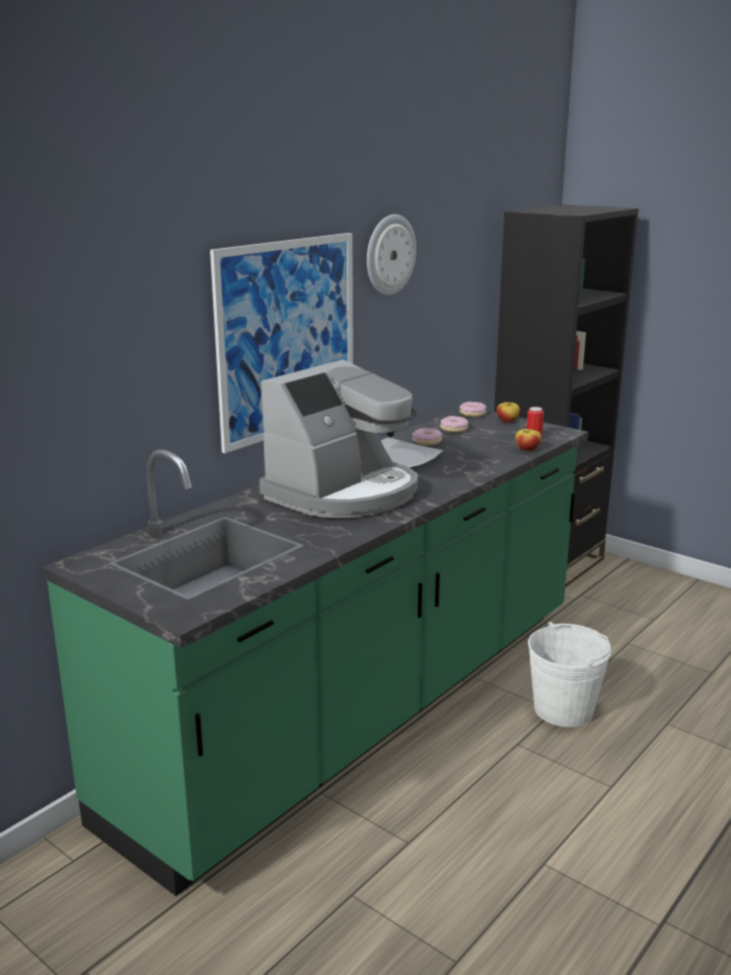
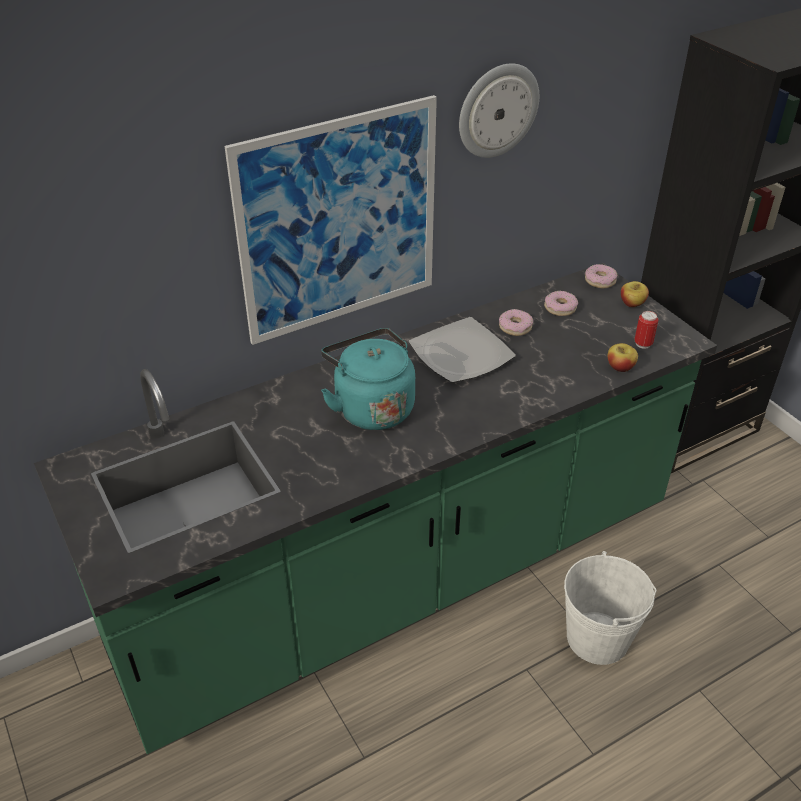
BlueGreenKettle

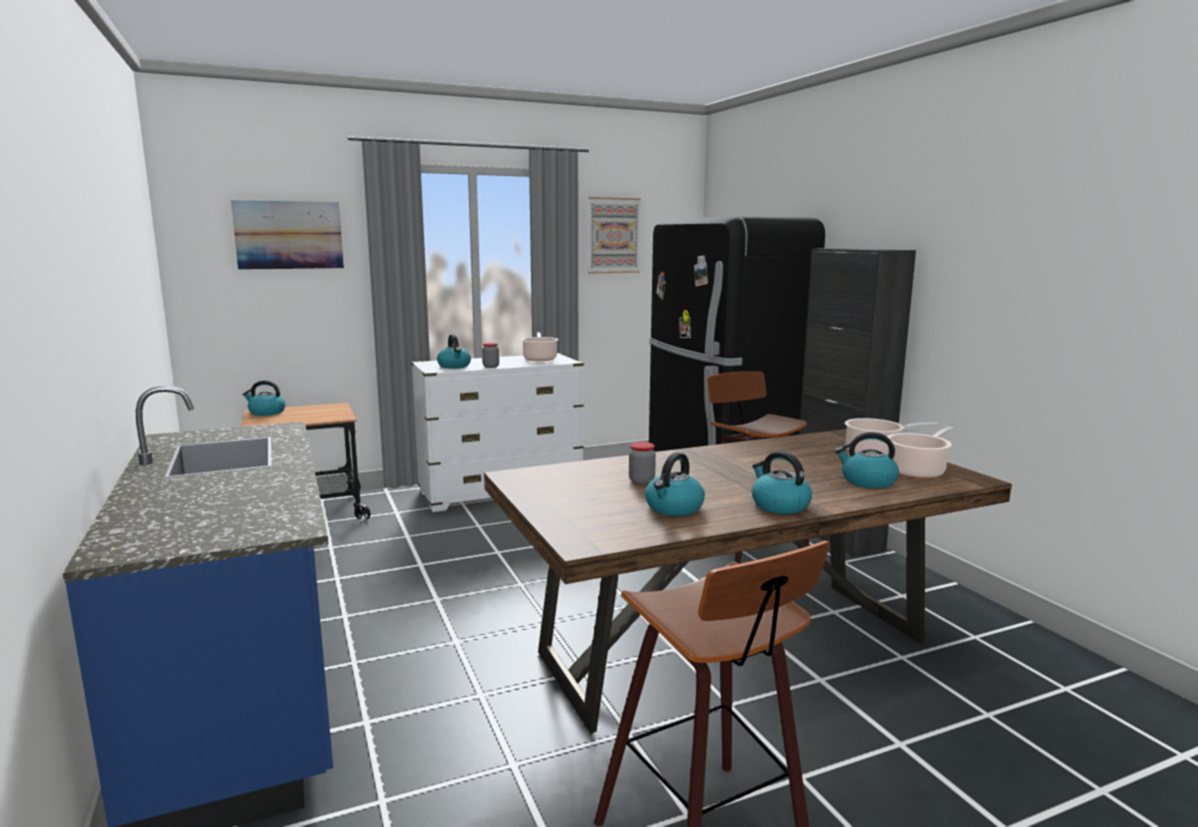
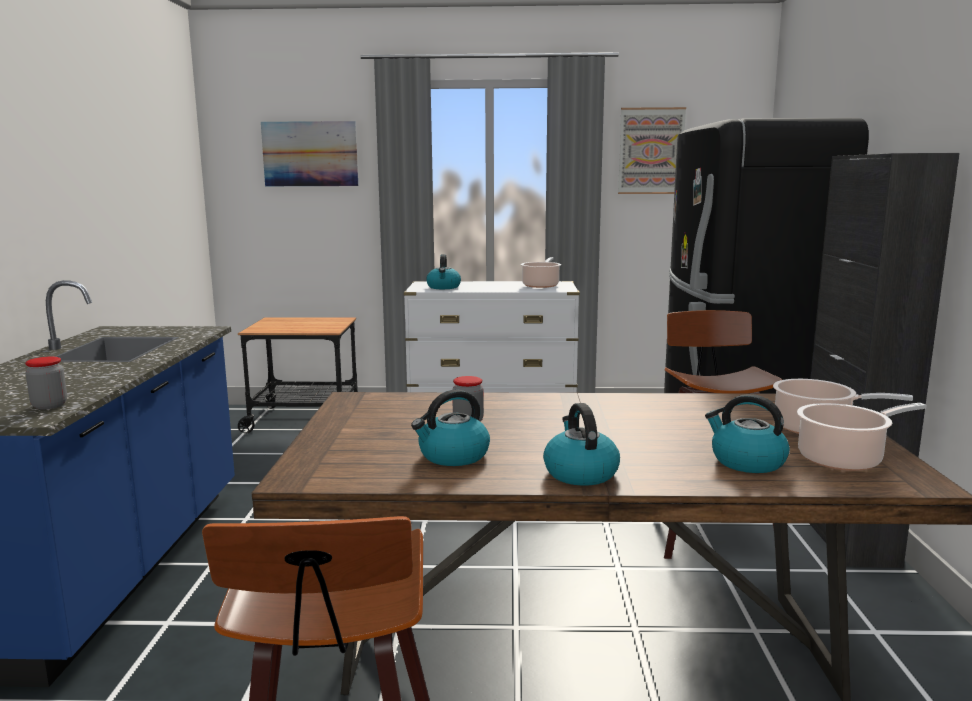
Kettle (1st from left in the first image); StorageJar (1st from left)

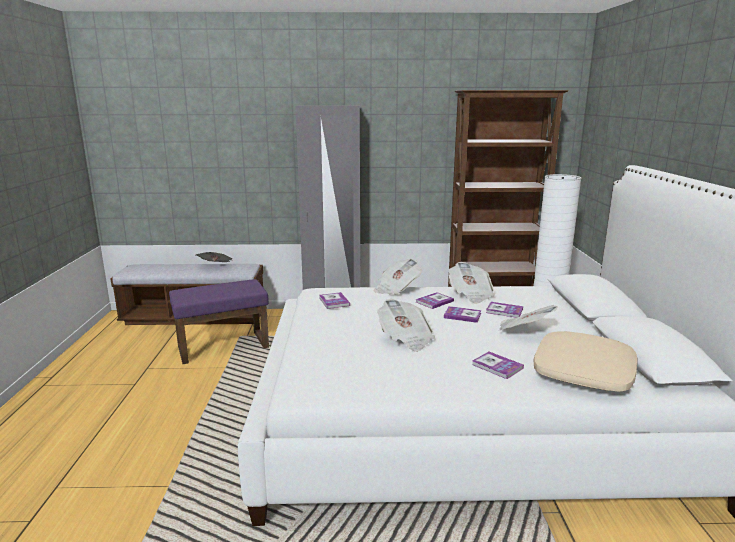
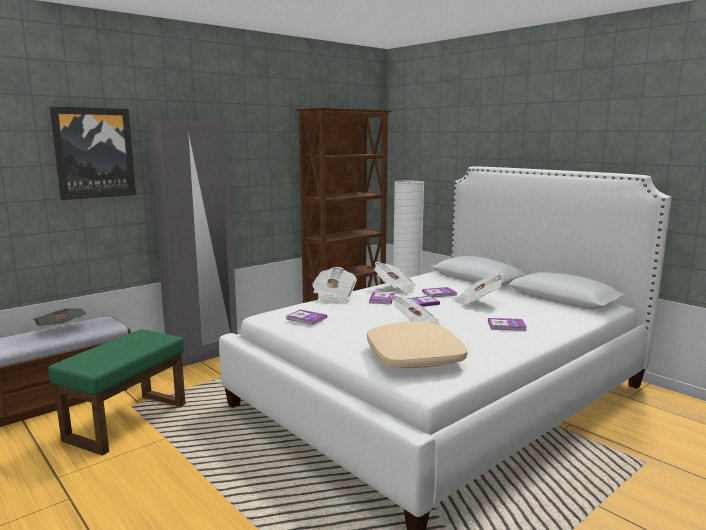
Picture; BeigeCushion; GreenFootrest

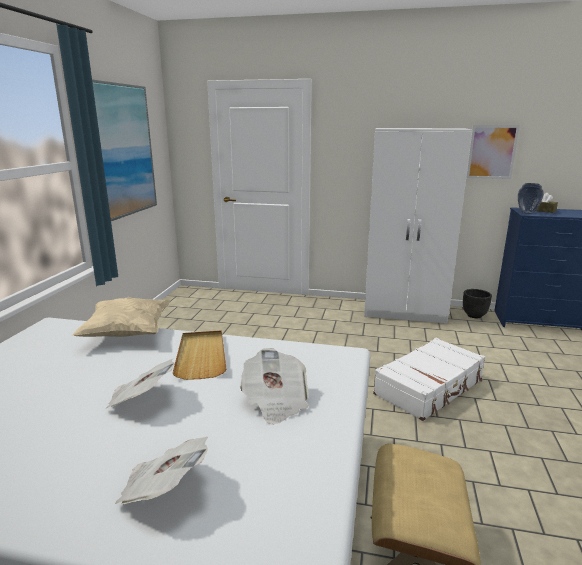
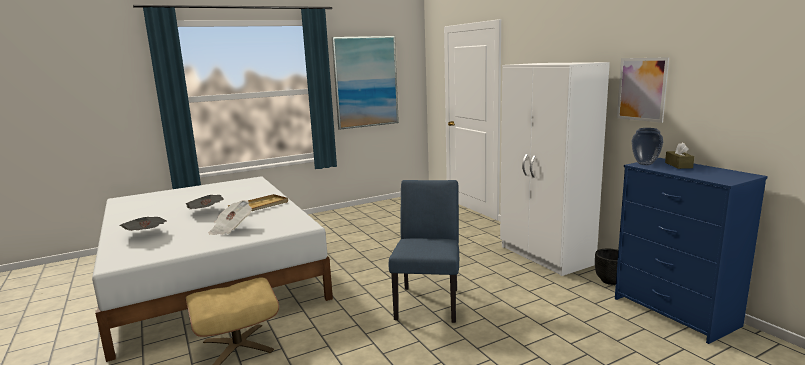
BeigeCushion; BluePlainChair

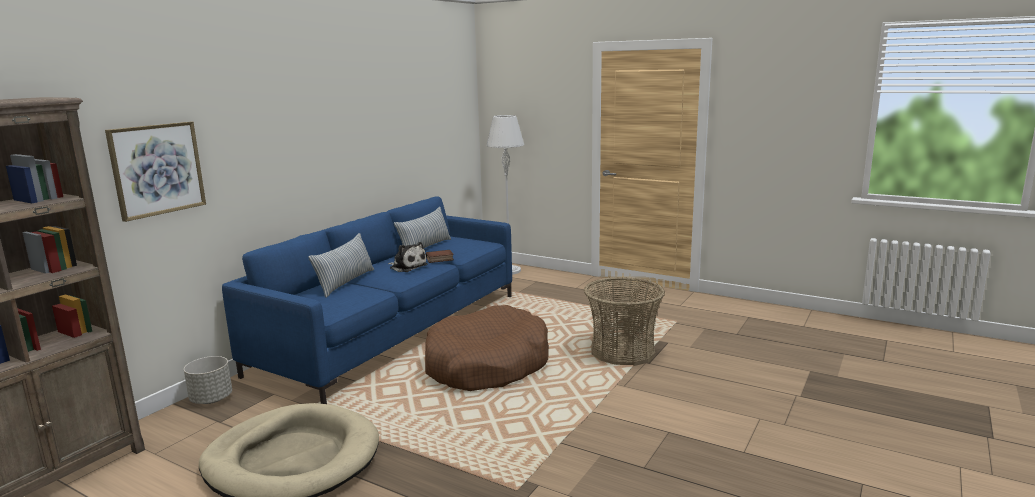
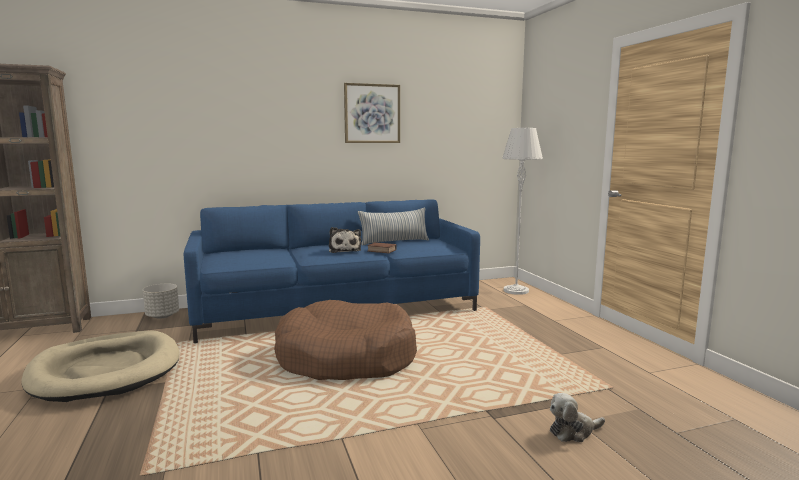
Cushion (1st from left in the first image); HouseholdBasket; PlushToy (2nd from left); Picture

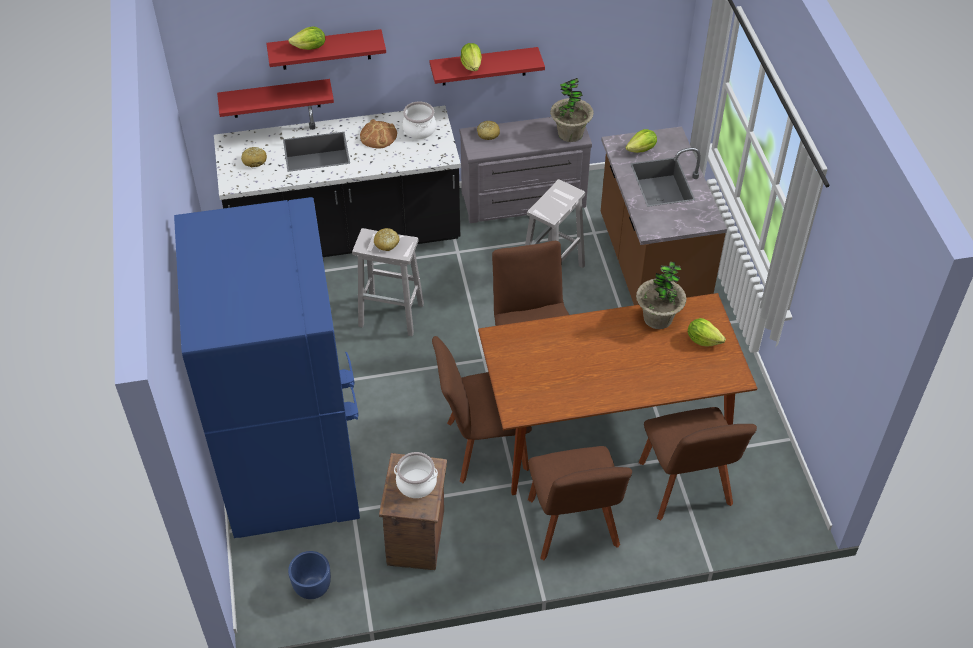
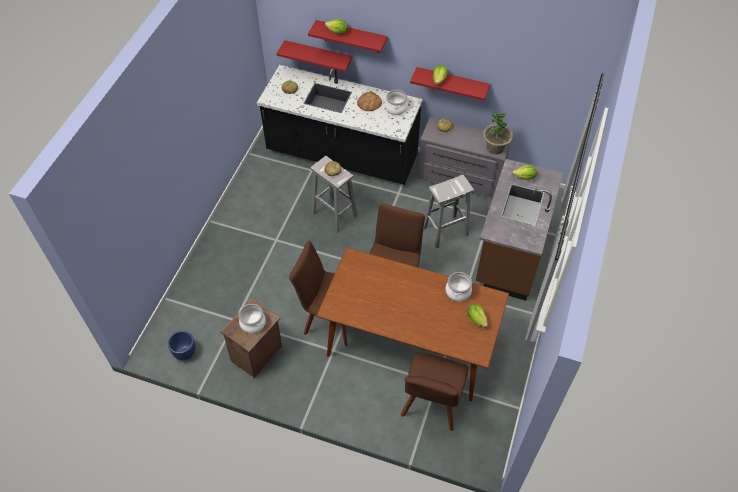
BlueRefrigerator; BrownPlainChair (3rd from left in the first image); Saucepot (3rd from left)

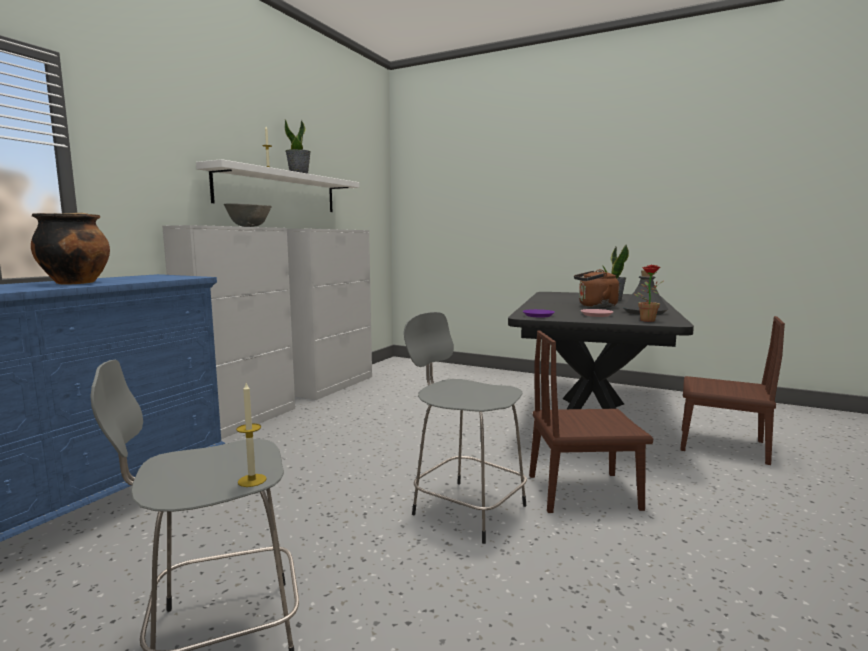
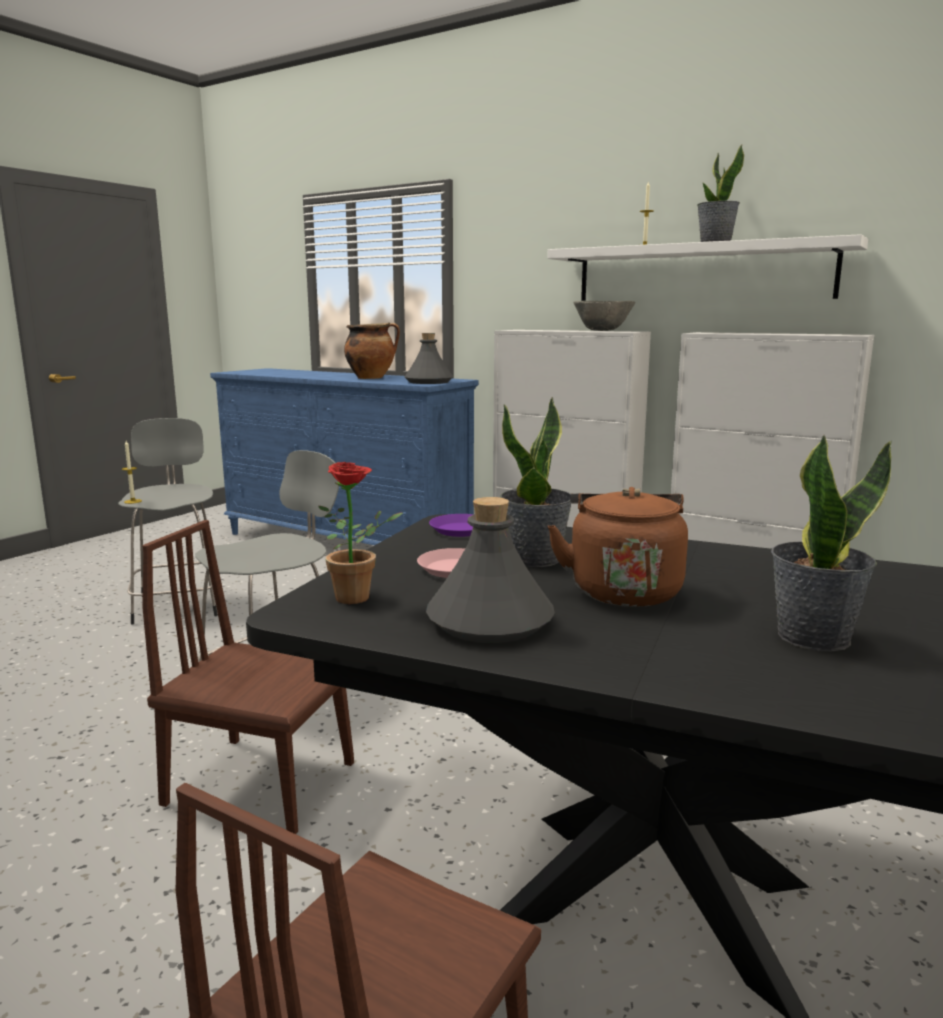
GrayDrinkBottle (1st from left); Houseplant (2nd from left); BrownPlainChair (1st from left)

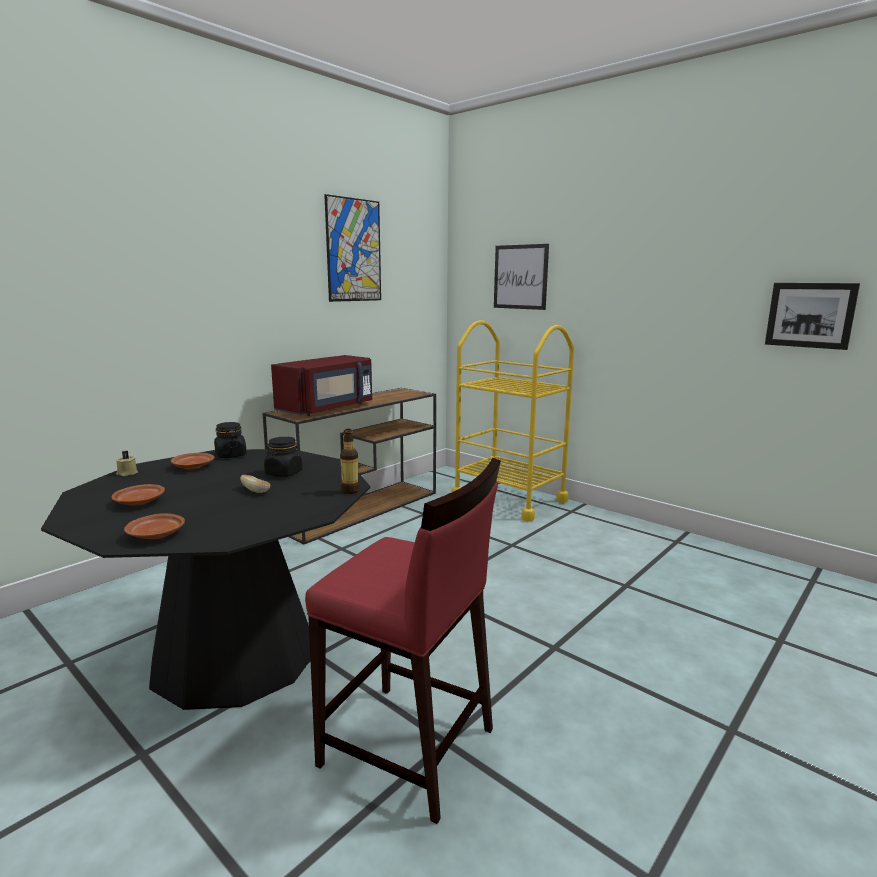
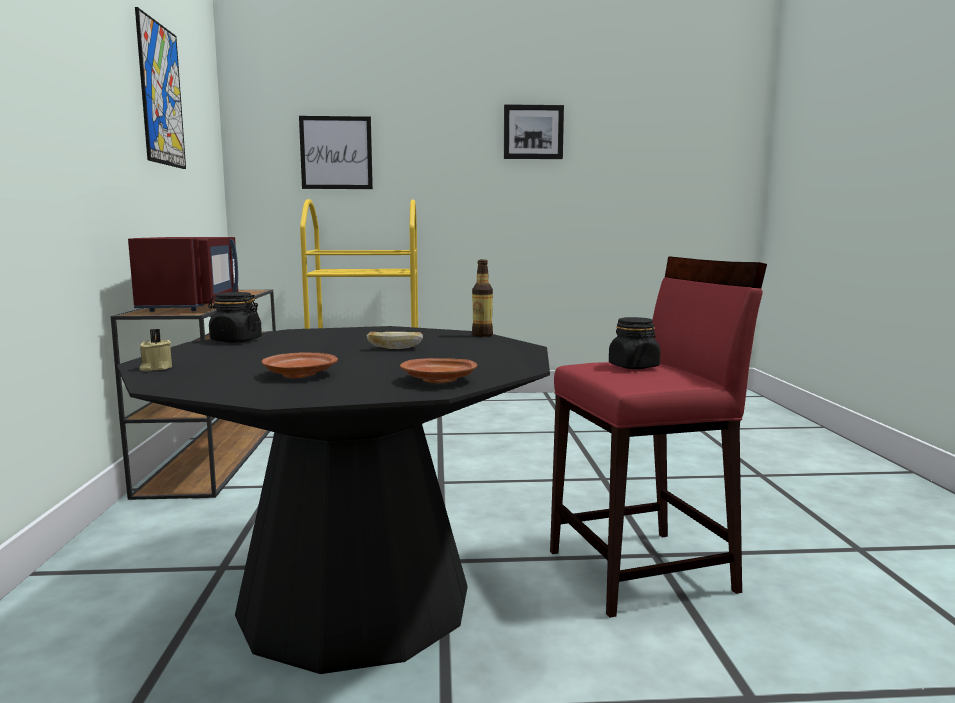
BrownPlate (3rd from left in the first image); BlackishStorageJar (2nd from left); Picture (3rd from left)

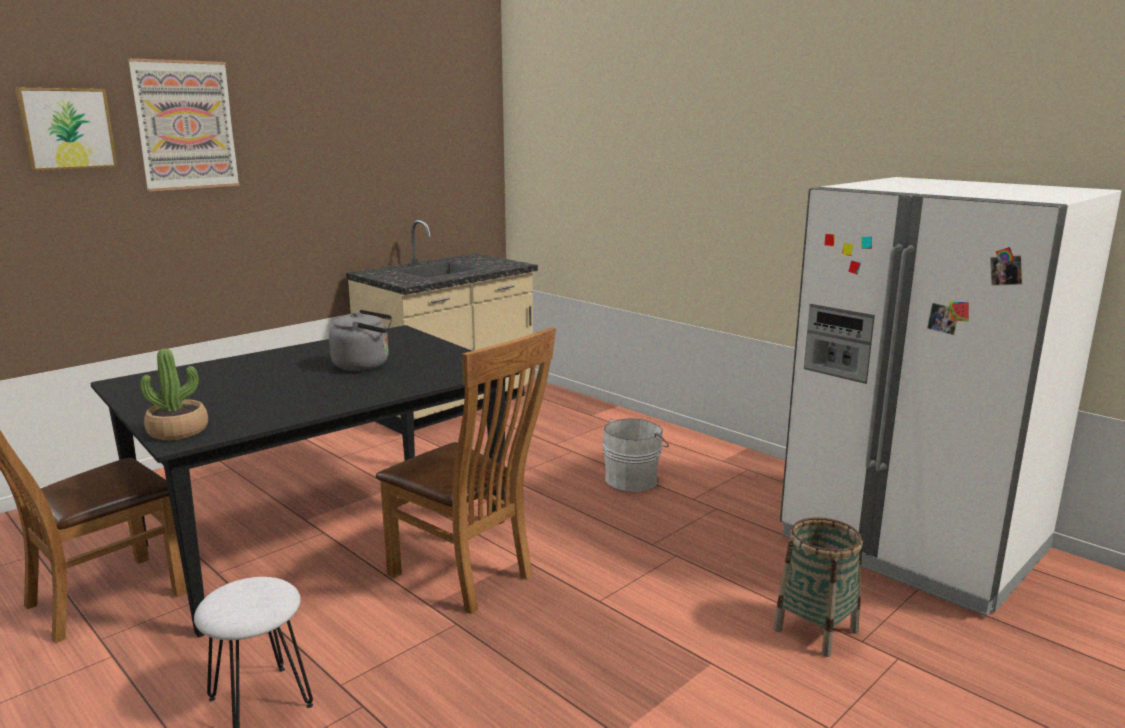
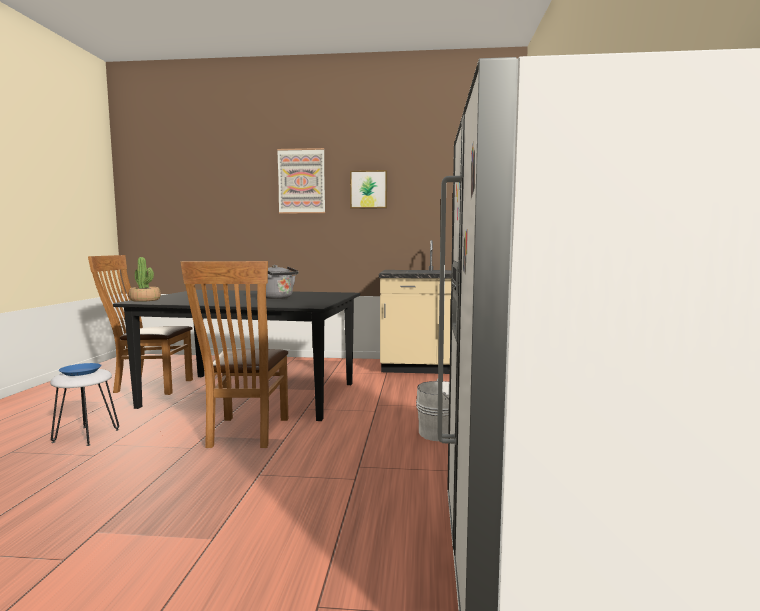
HouseholdBasket; BluePlate; Picture (2nd from left)

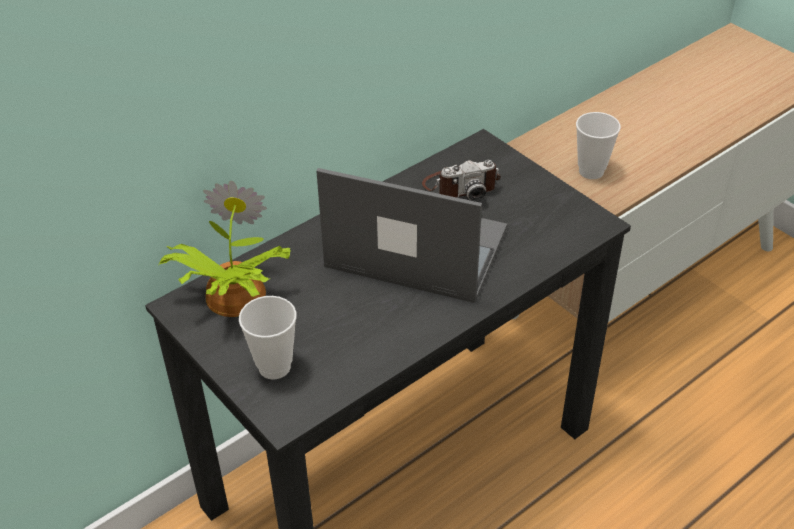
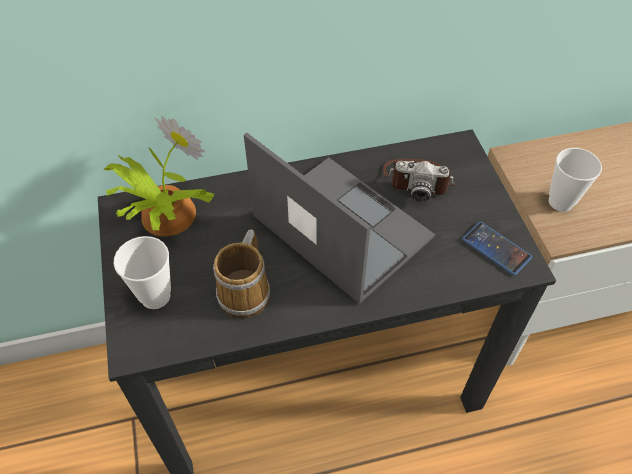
CoffeeMug; Phone

